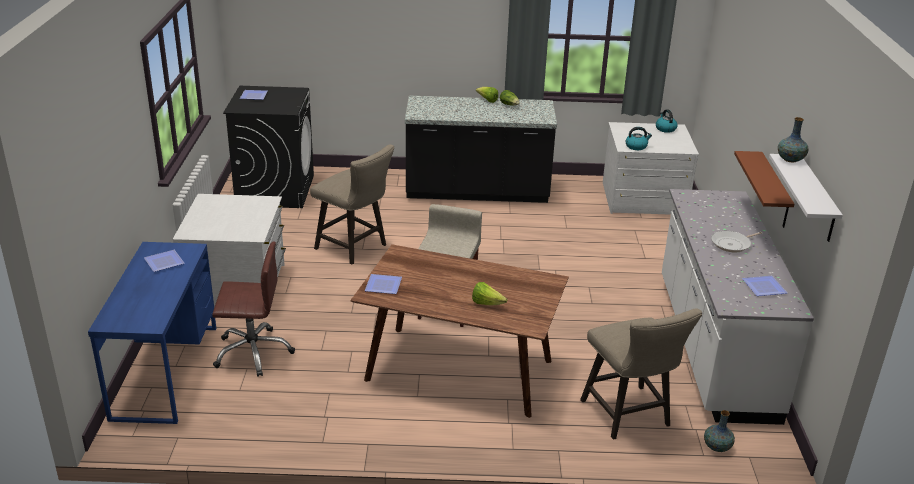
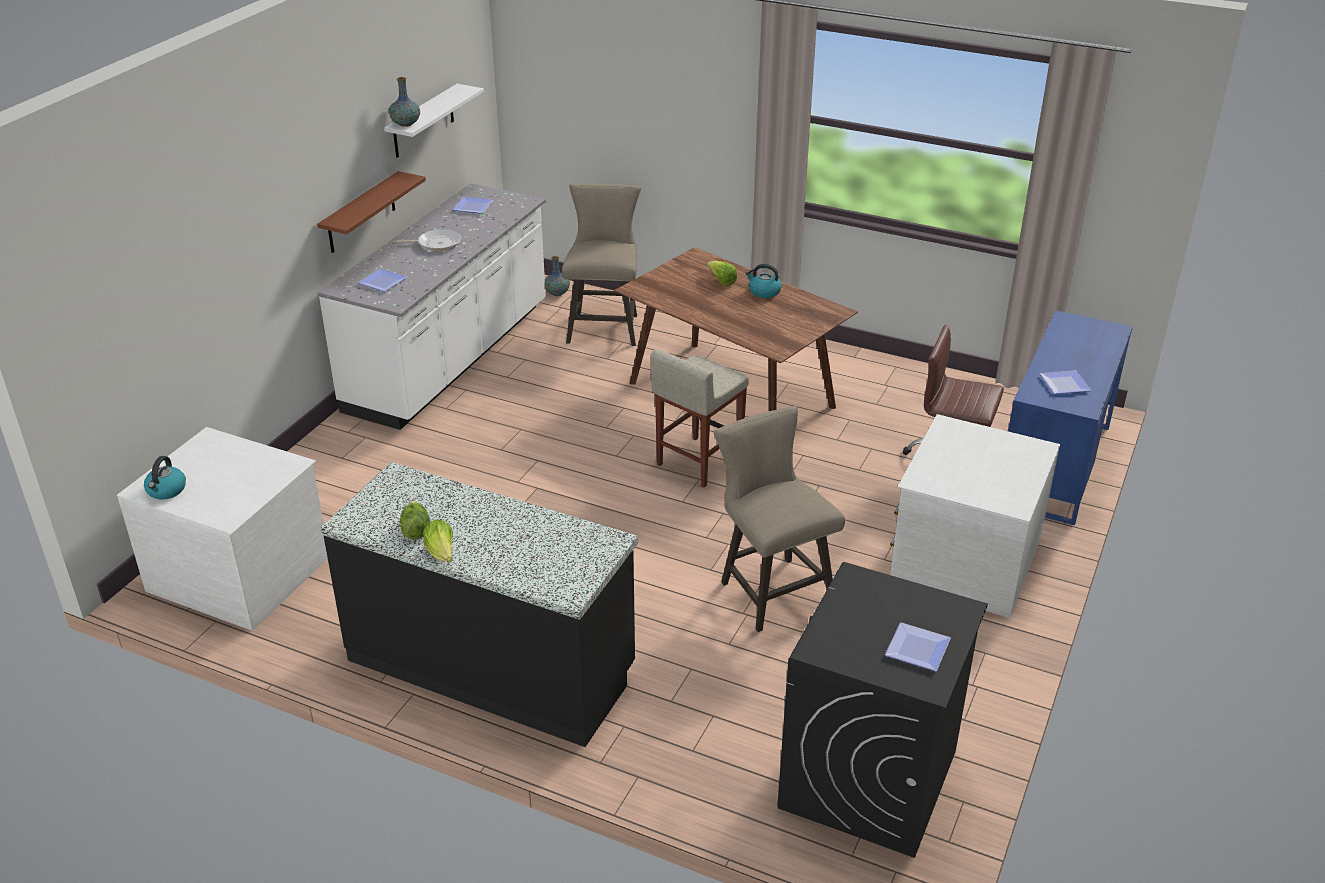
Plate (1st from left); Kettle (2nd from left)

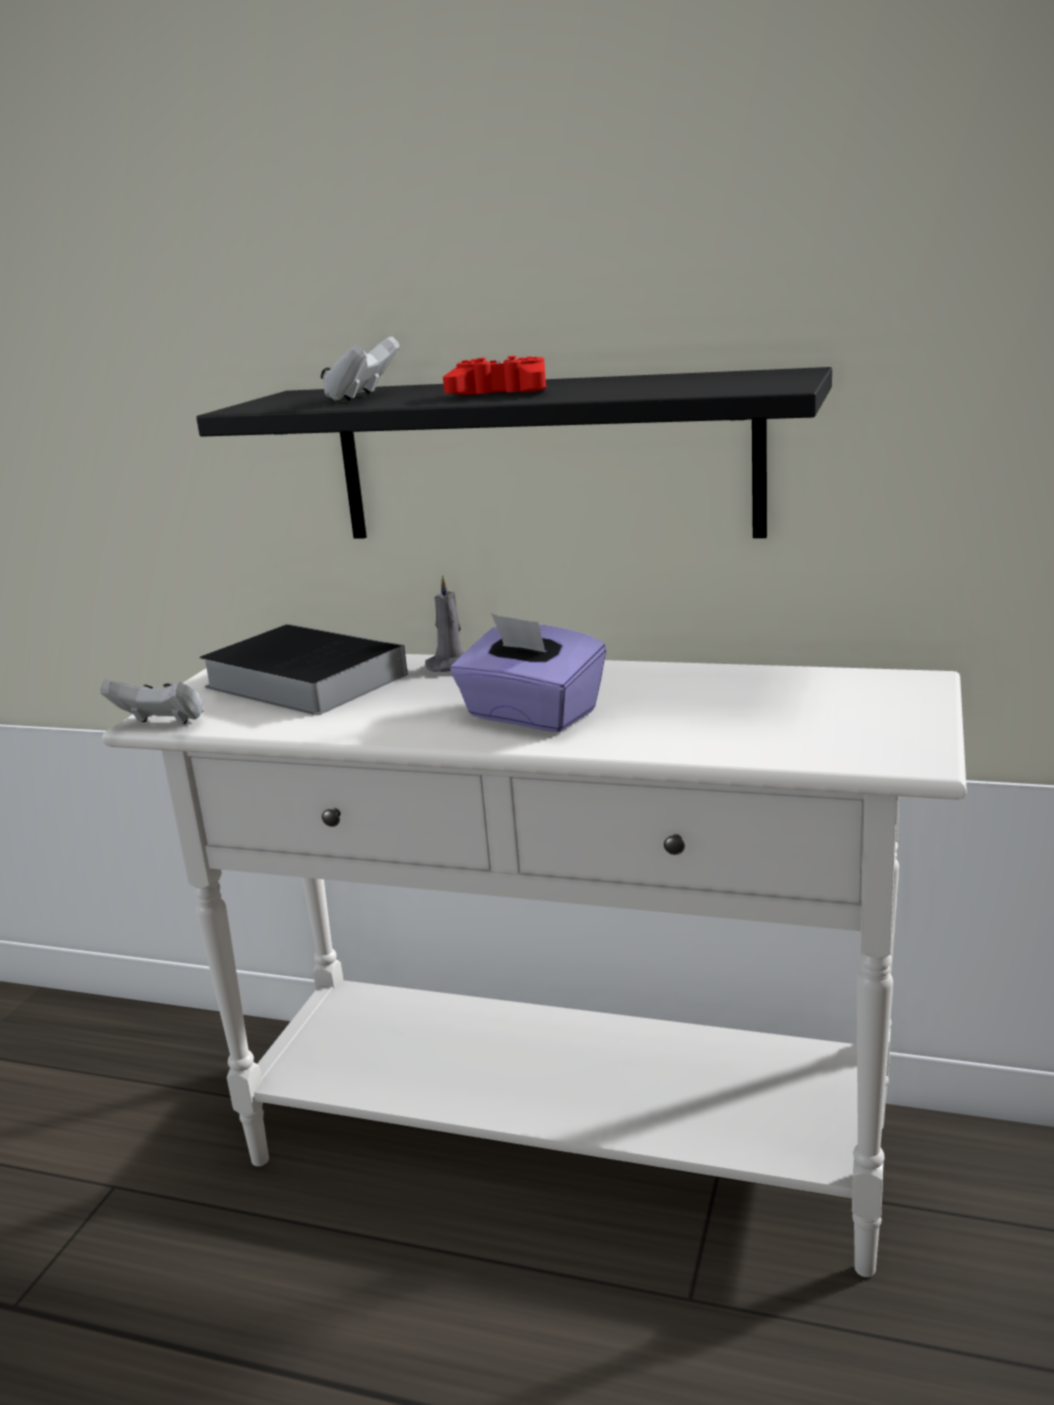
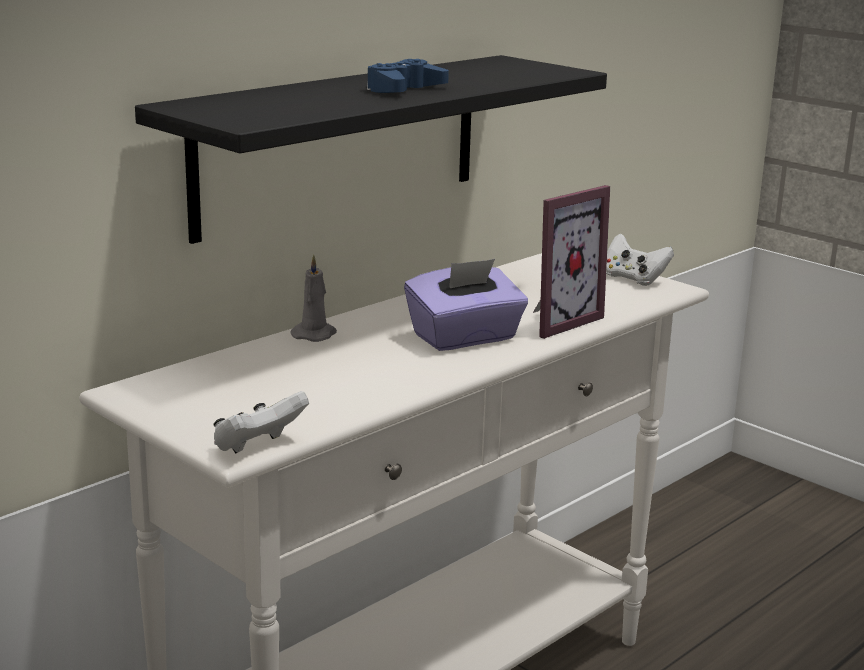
BoundBook; PhotoFrame; WhiteColouredGameController (2nd from left); BlueGameController

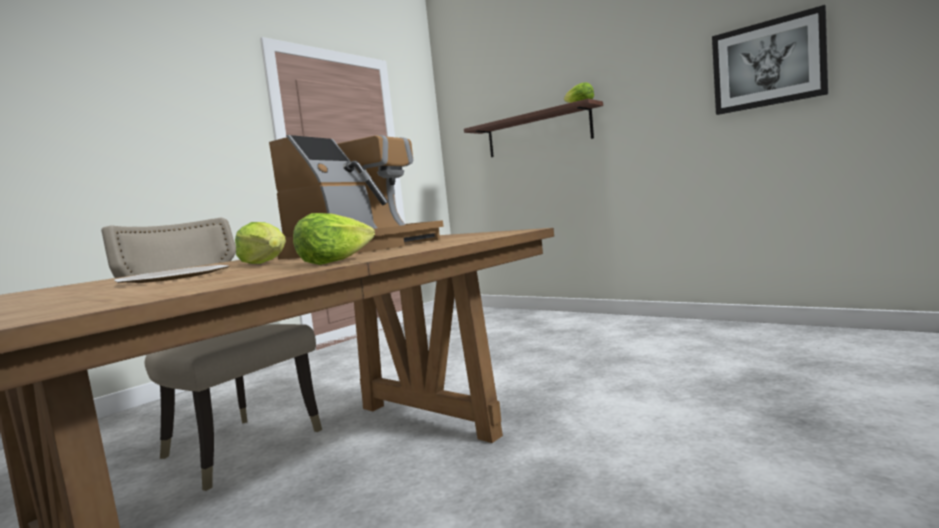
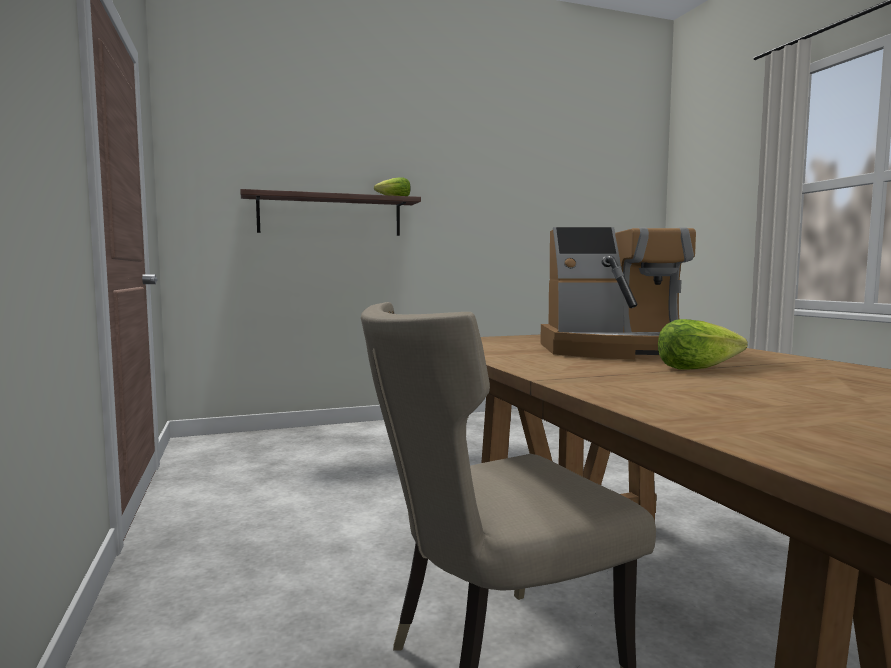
Plate; LettuceHead (2nd from left in the first image); Picture; CoffeeBrewer

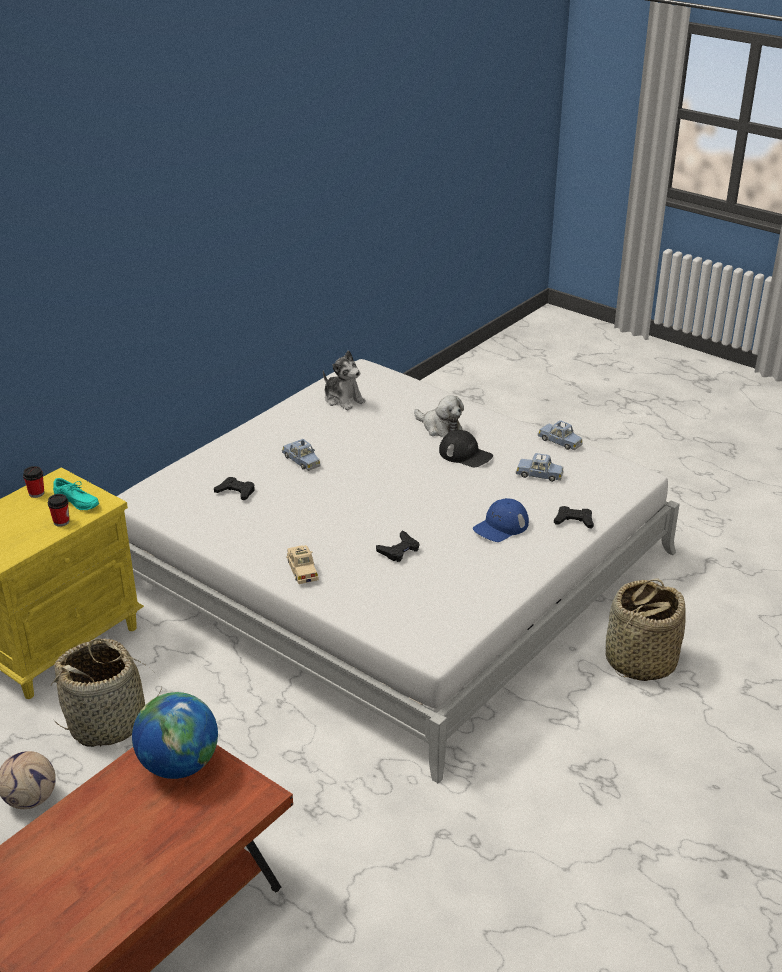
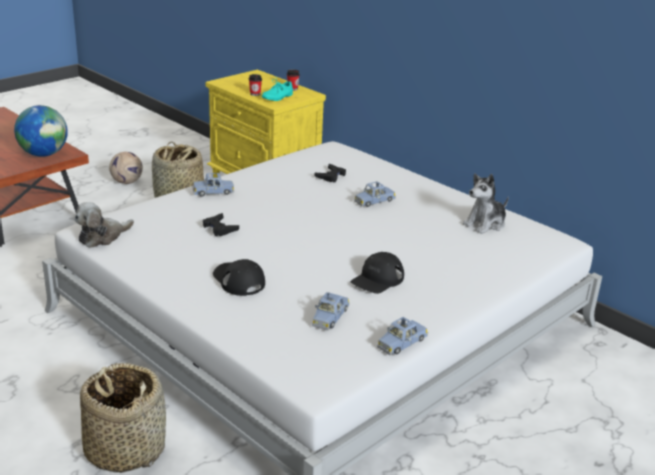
BlackishGameController (3rd from left in the first image); PlushToy (1st from left); BlueModelCar (1st from left); BlackishBaseballCap (1st from left)

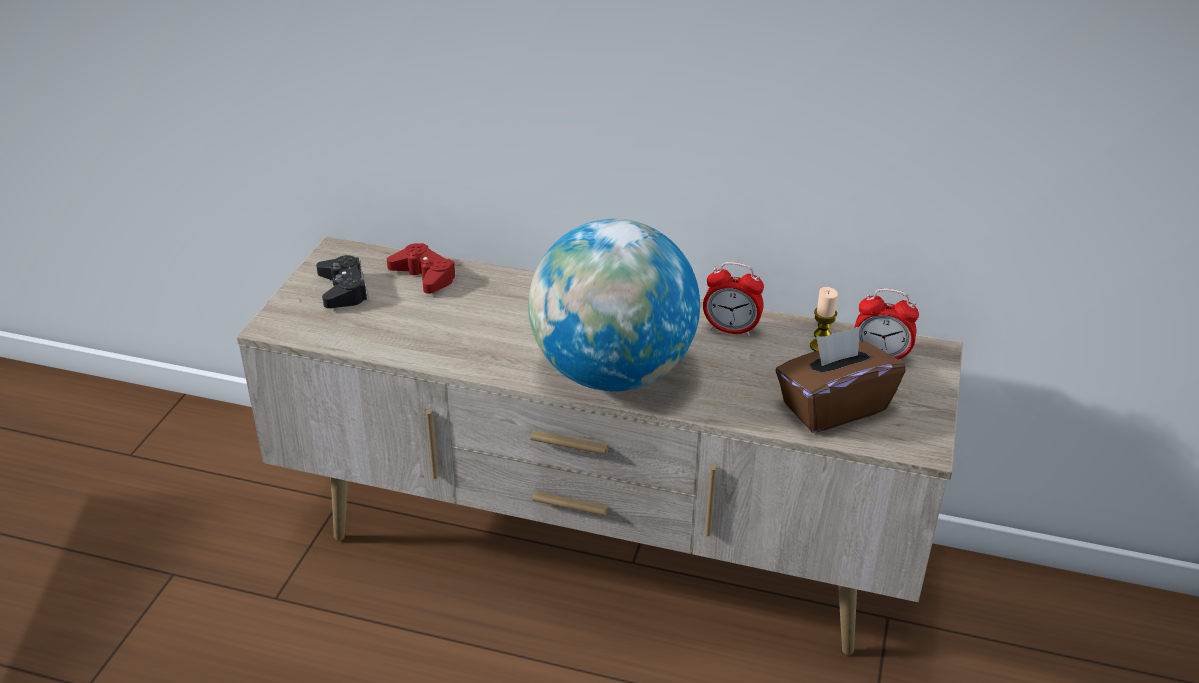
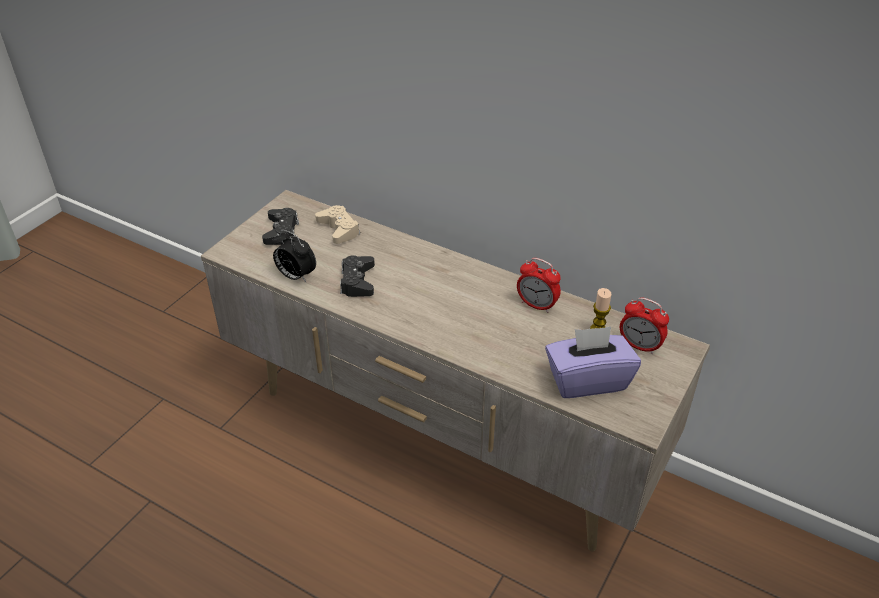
Globe; TableClock (1st from left); BlackishGameController (2nd from left); BeigeGameController; PurplishTissueHolder

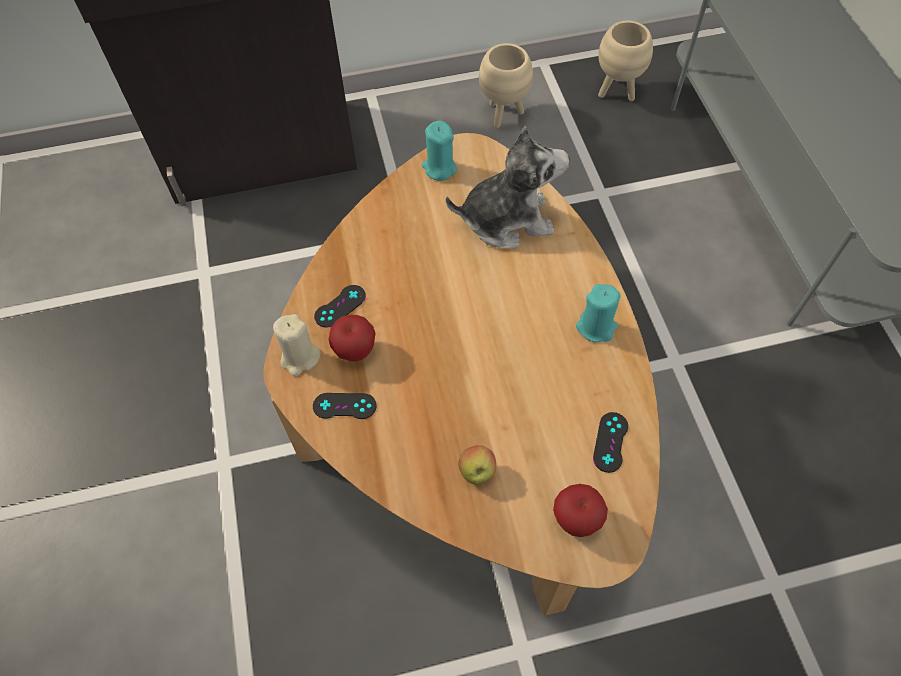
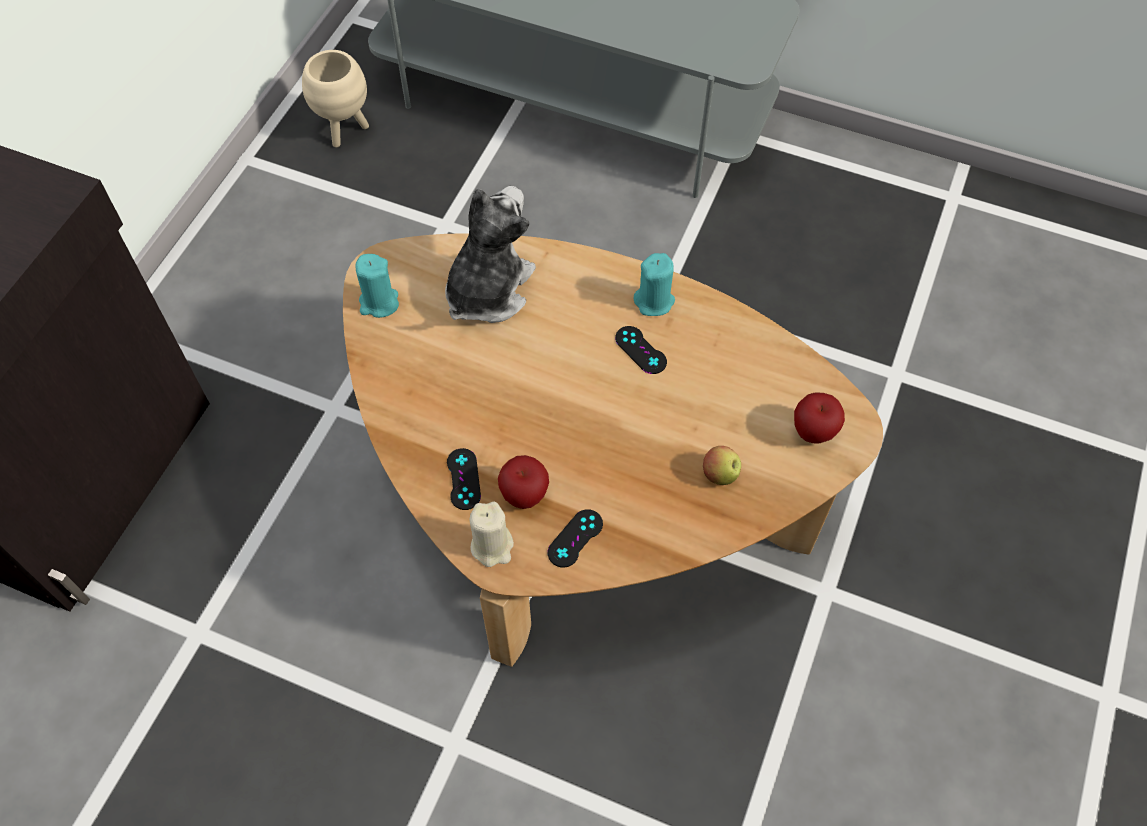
BeigePlantPot (1st from left in the first image); BlackishGameController (3rd from left)

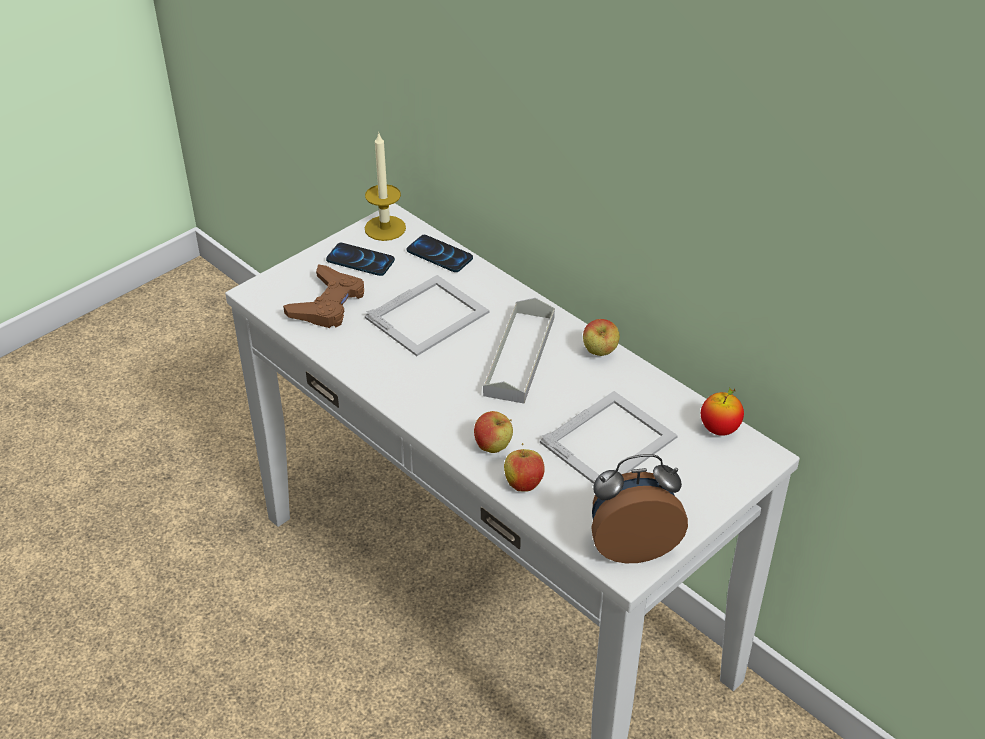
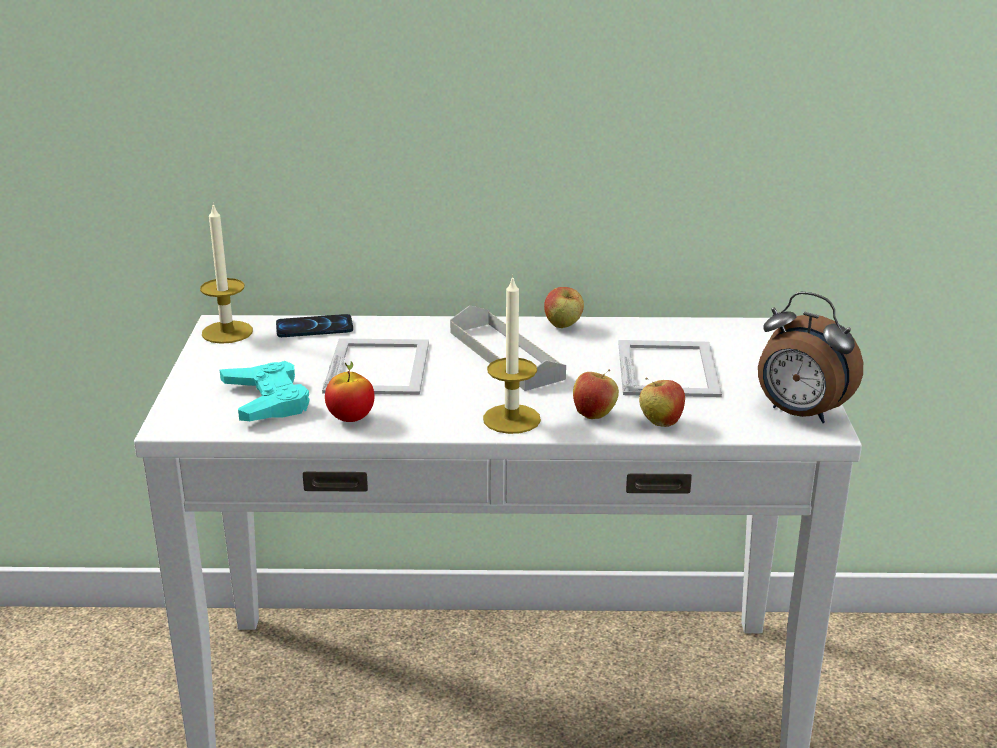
Phone (1st from left in the first image); Candle (2nd from left); AppleFruit (1st from left); BlueGreenGameController; TableClock

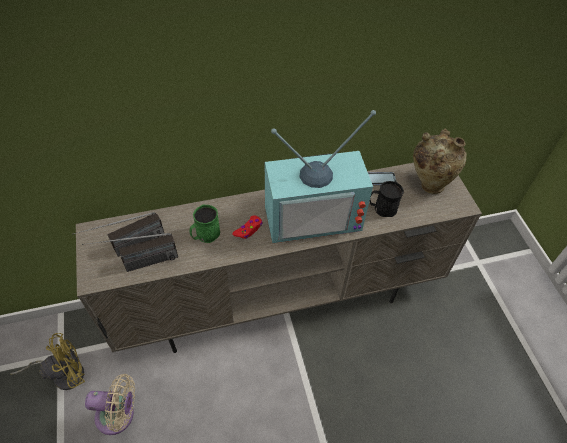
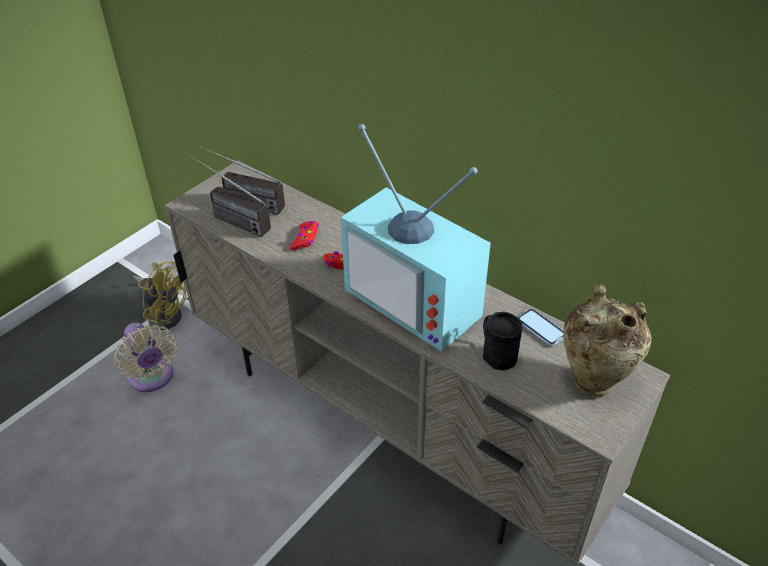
RedColouredGameController (1st from left)

